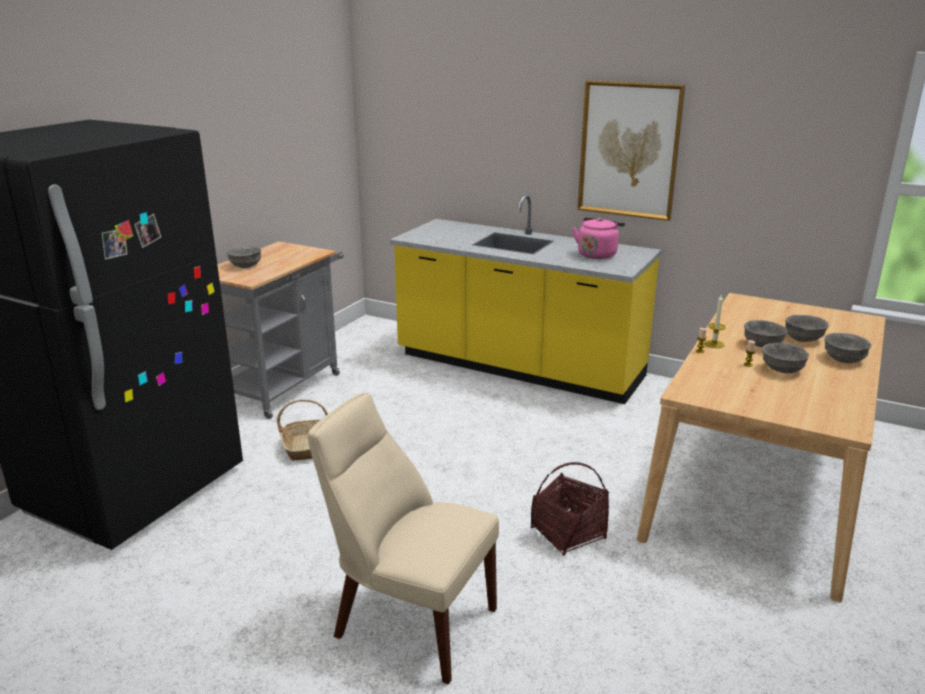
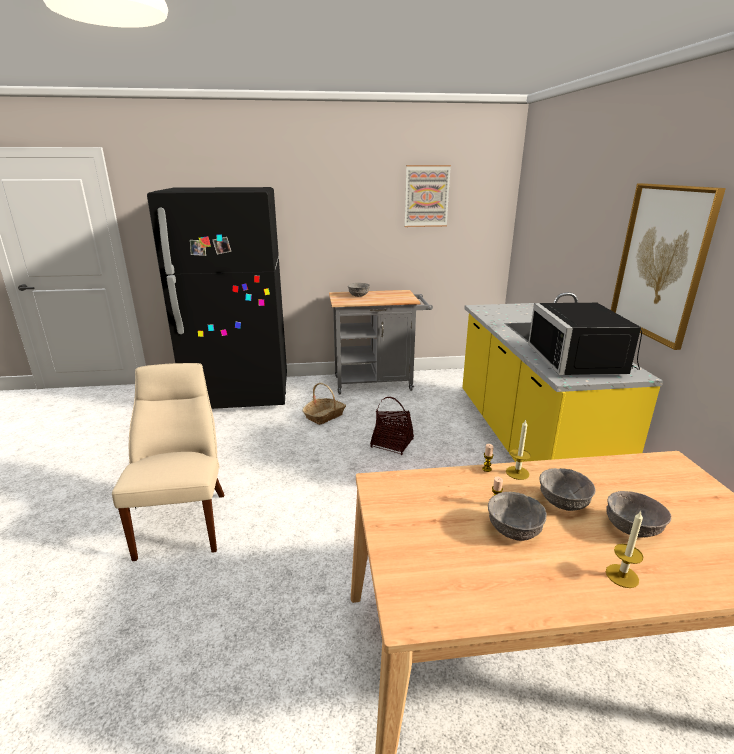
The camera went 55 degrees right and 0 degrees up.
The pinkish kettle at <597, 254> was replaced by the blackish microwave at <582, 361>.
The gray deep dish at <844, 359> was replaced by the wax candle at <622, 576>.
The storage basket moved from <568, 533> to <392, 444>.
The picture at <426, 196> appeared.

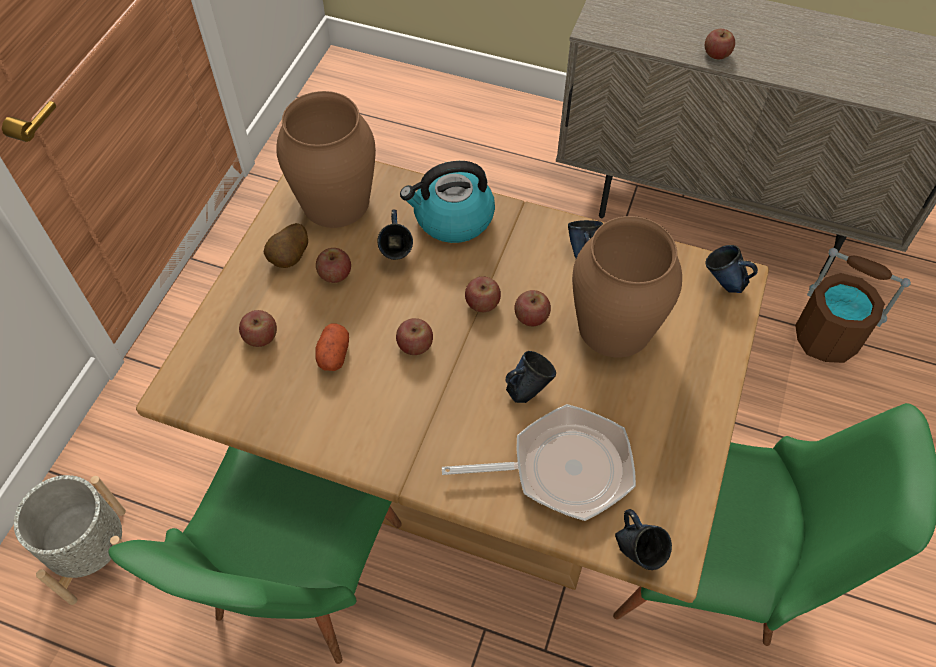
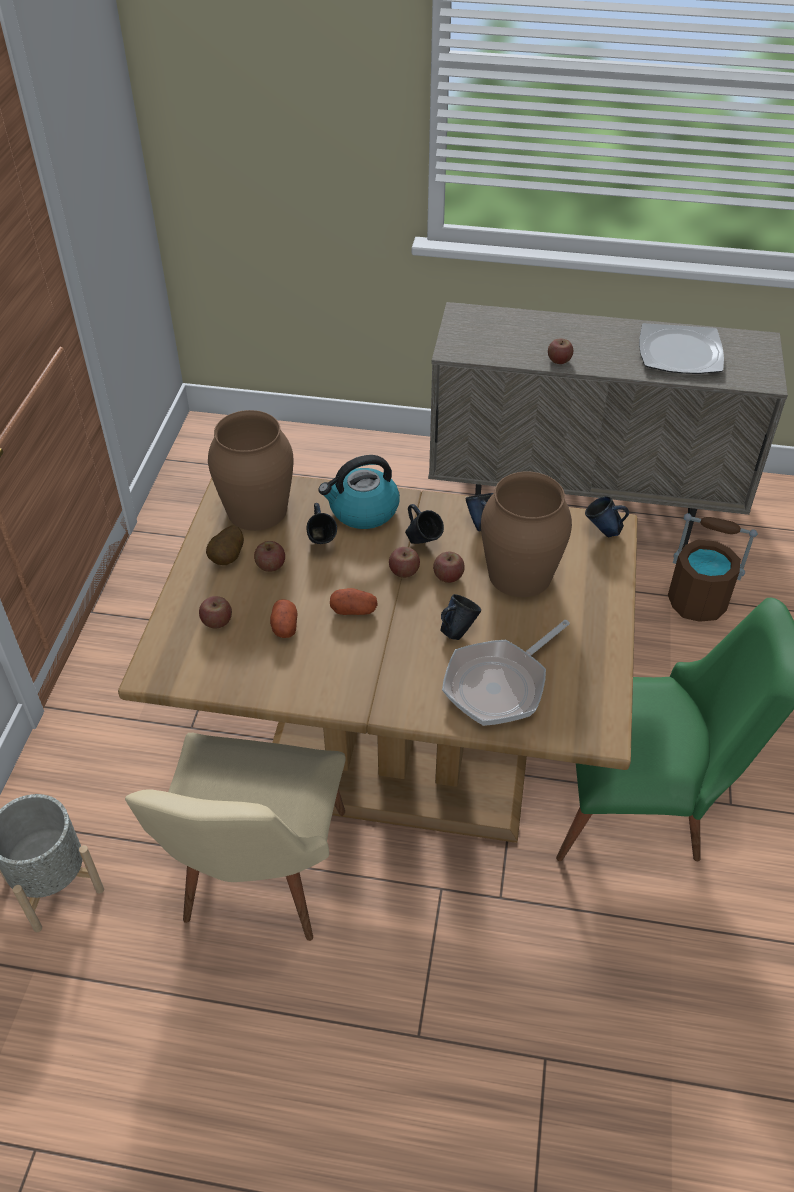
The camera went 10 degrees left and 10 degrees down.
The apple fruit at <415, 345> was replaced by the whole potato at <354, 610>.
The skillet at <562, 468> turned 150 degrees clockwise.
The green-coloured upright chair at <297, 587> became the sand-coloured upright chair at <257, 881>.
The bluish coffee mug moved from <636, 552> to <422, 543>.
The plate at <680, 352> appeared.

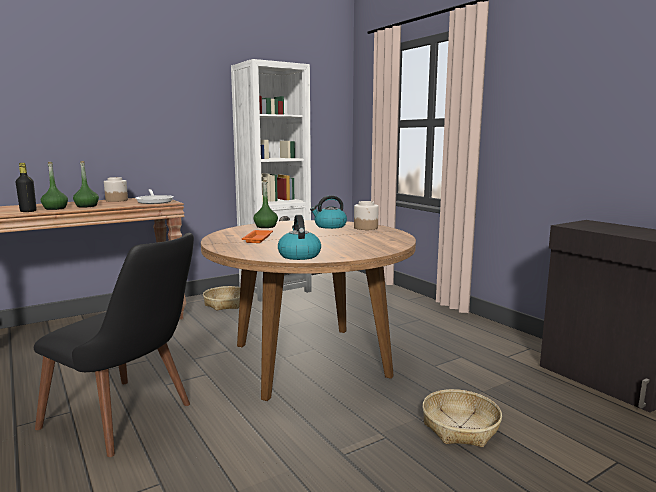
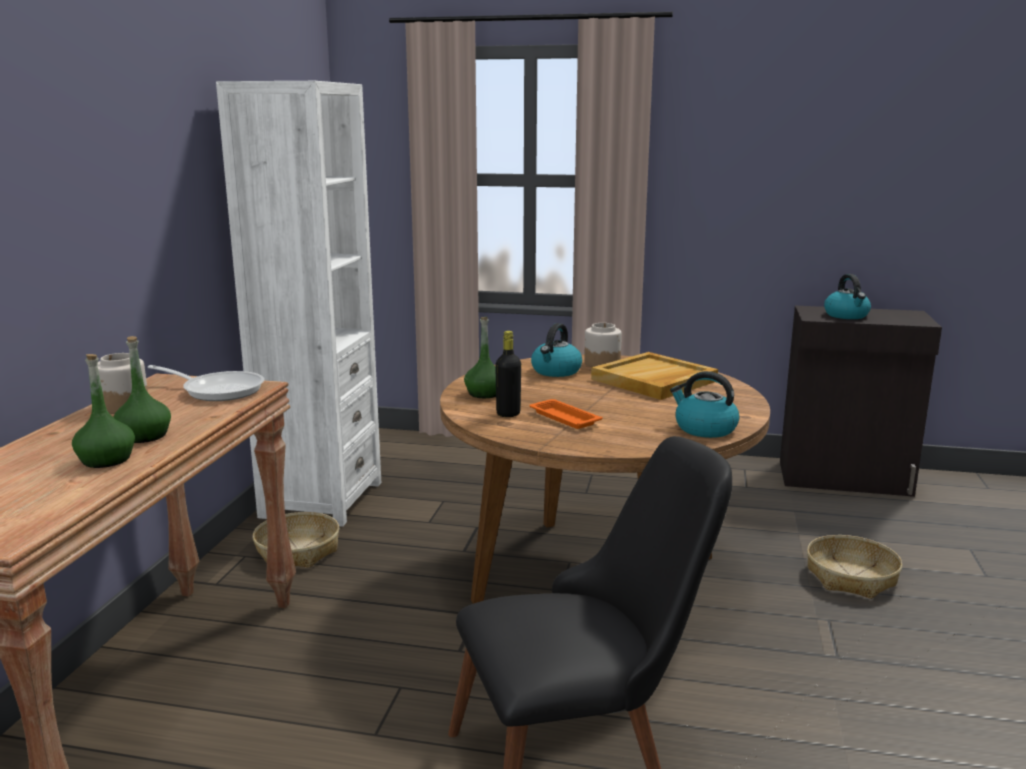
The camera went 45 degrees left and 5 degrees up.
The blackish drink bottle moved from <28, 211> to <508, 414>.
The kettle at <847, 315> appeared.
The sand-coloured tray at <654, 380> appeared.

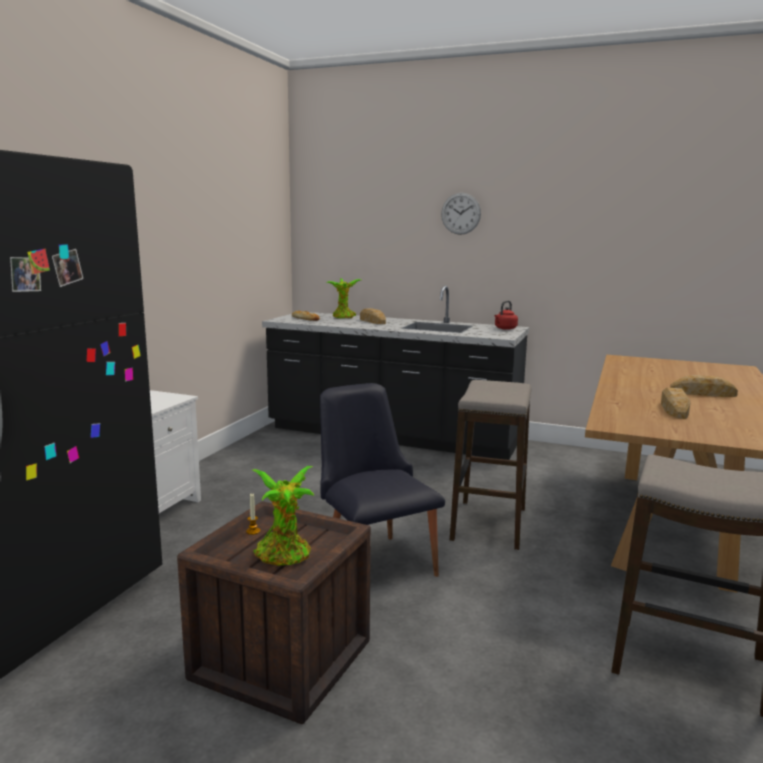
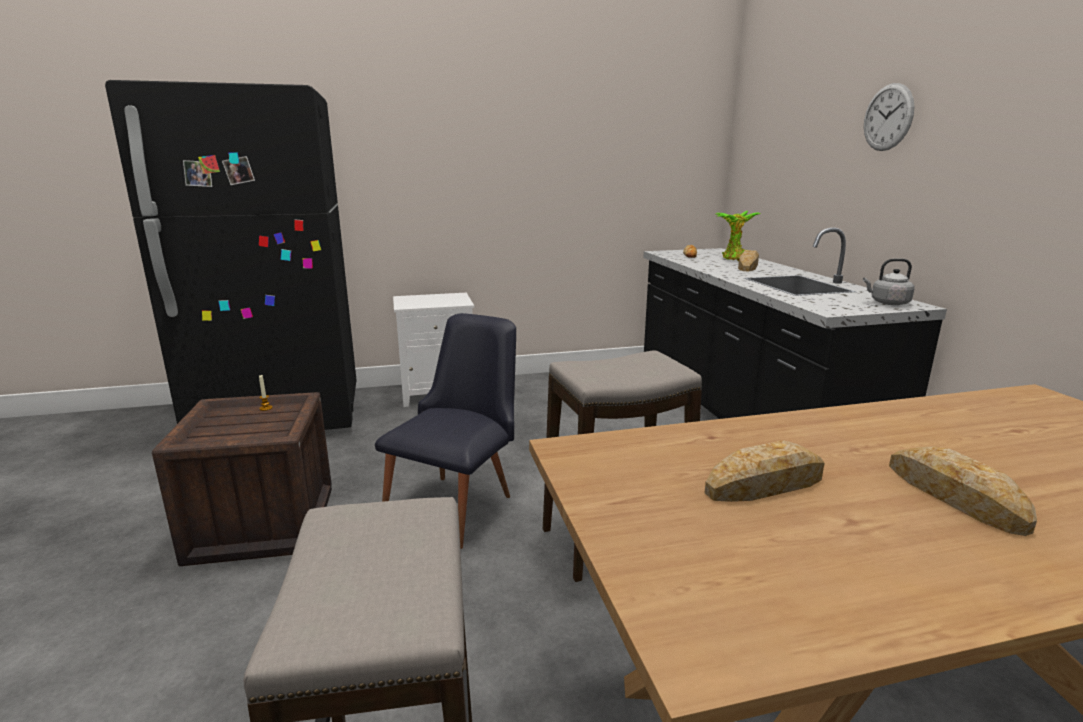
The camera went 55 degrees right and 5 degrees up.
The red-coloured kettle at <505, 328> became the gray kettle at <887, 303>.
The potted plant at <284, 556> disappeared.

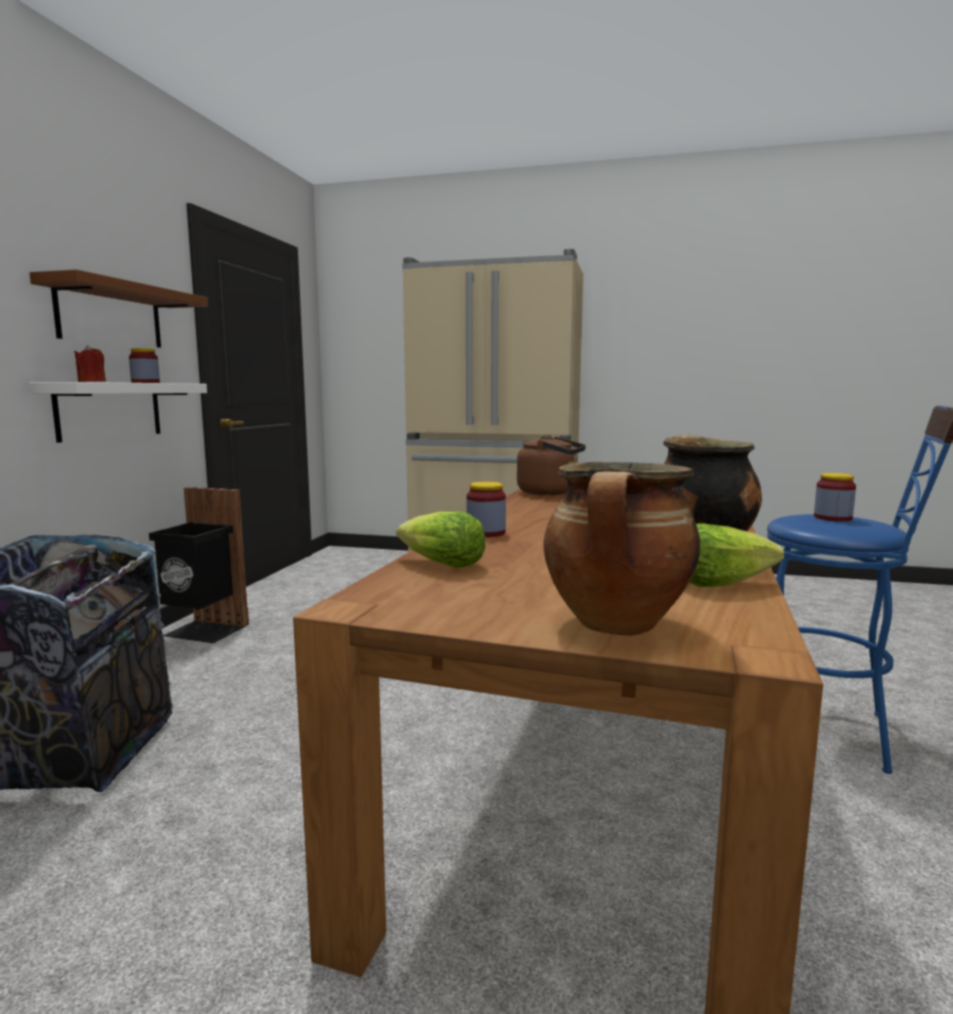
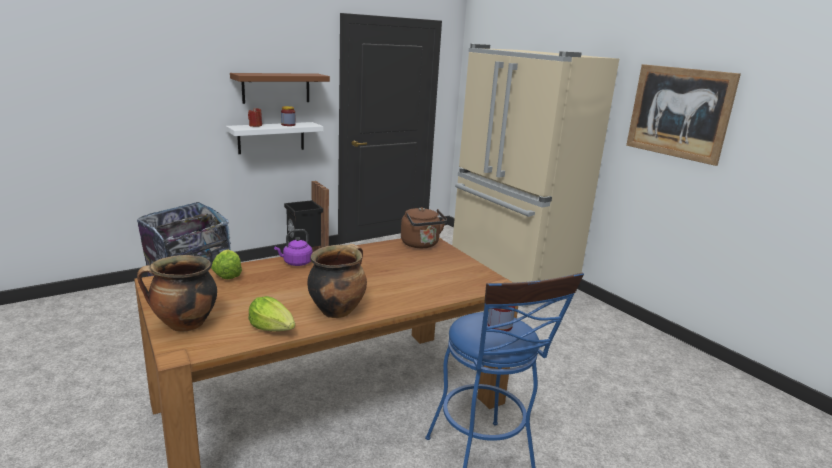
The camera went 40 degrees right and 10 degrees up.
The jar at <486, 533> was replaced by the purple-coloured kettle at <296, 263>.
The picture at <679, 112> appeared.

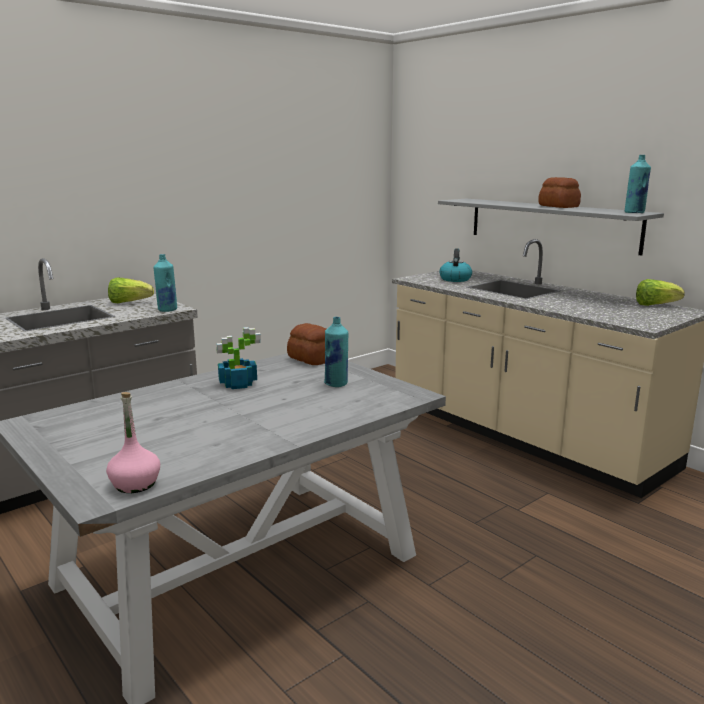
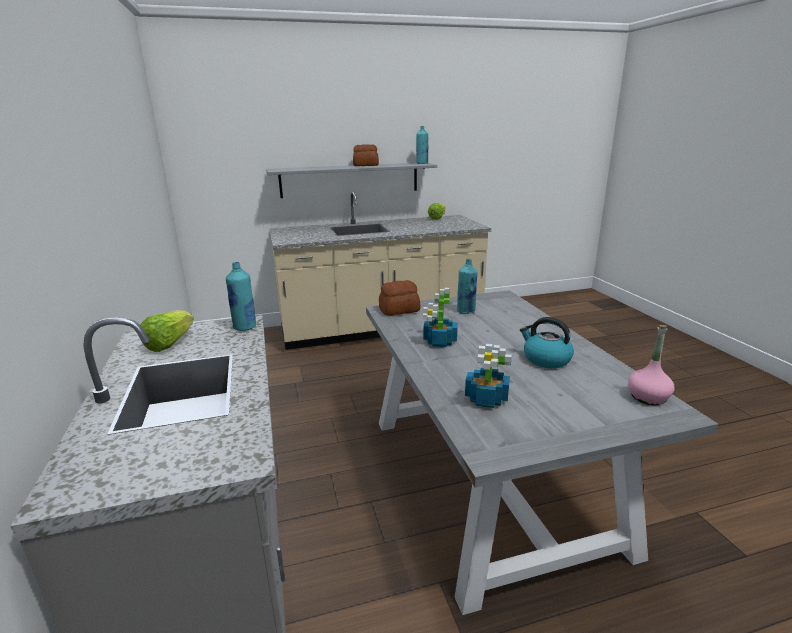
The camera went 65 degrees left and 5 degrees up.
The kettle moved from <455, 279> to <545, 359>.
The potted plant at <487, 398> appeared.

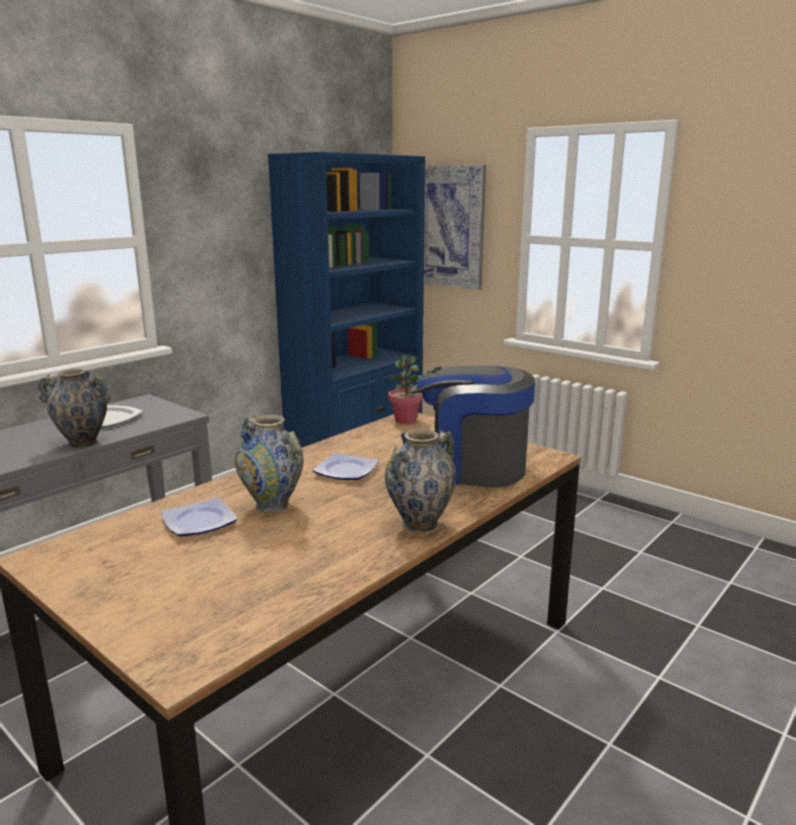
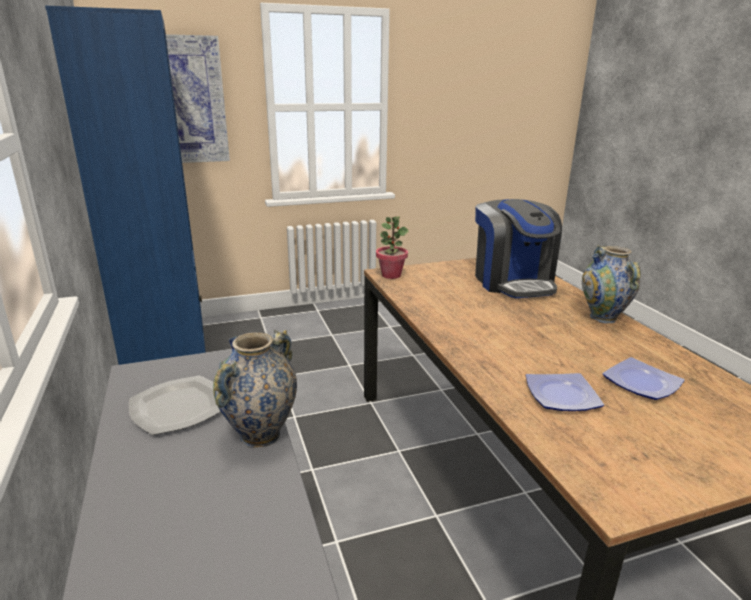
The camera went 60 degrees left and 5 degrees up.
The coffee machine at <469, 468> turned 60 degrees counterclockwise.
The vase at <272, 505> disappeared.
The plate moved from <346, 471> to <643, 383>.

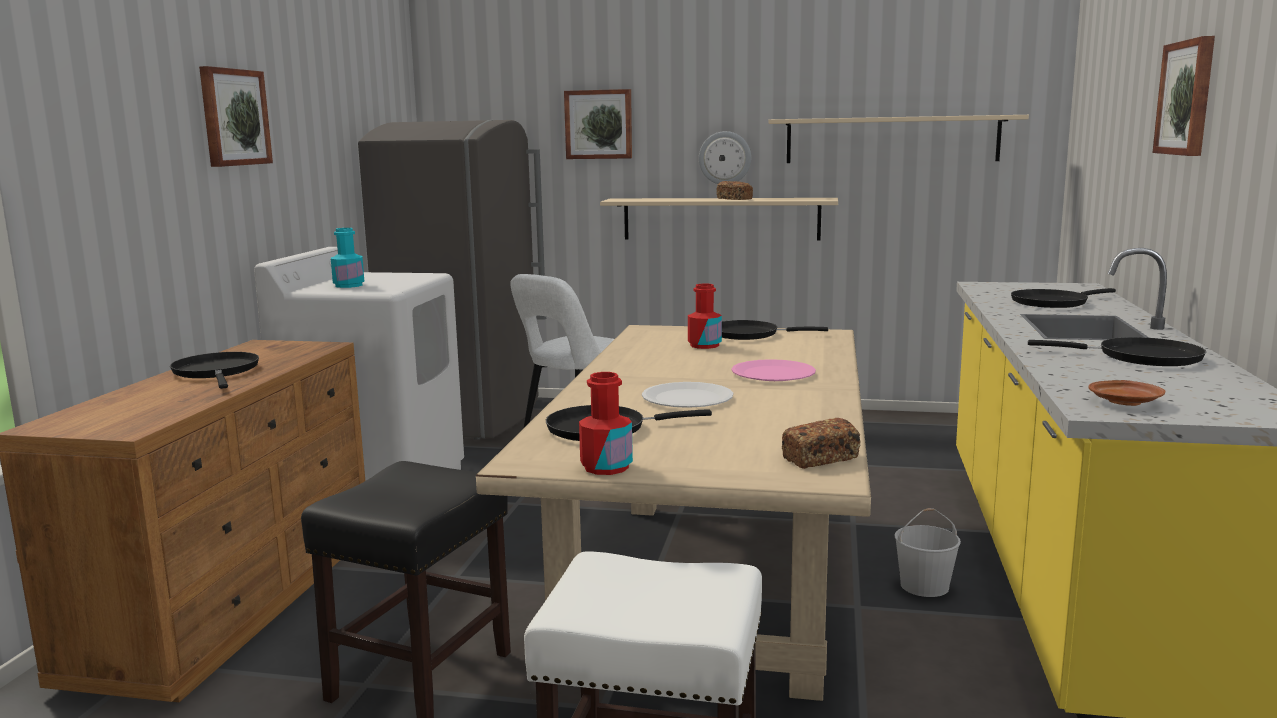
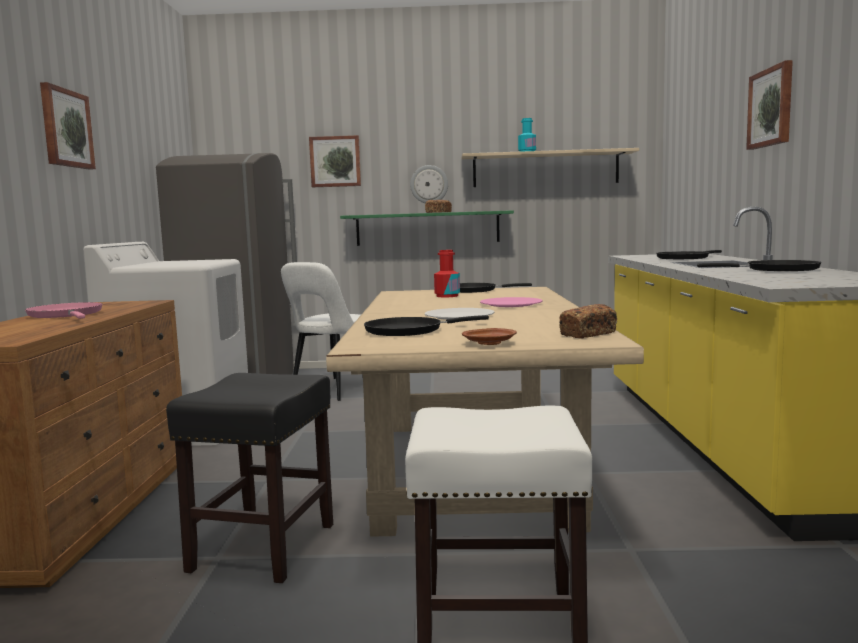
The camera went 10 degrees left and 5 degrees down.
The sand-coloured bracket shelf at <721, 219> became the green-coloured bracket shelf at <427, 228>.
The turquoise-coloured drink bottle moved from <349, 285> to <527, 152>.
The blackish skillet at <217, 372> became the pinkish skillet at <66, 315>.
The red-coloured drink bottle at <606, 467> disappeared.
The brown plate moved from <1125, 402> to <490, 343>.
The white water bucket at <924, 586> disappeared.

